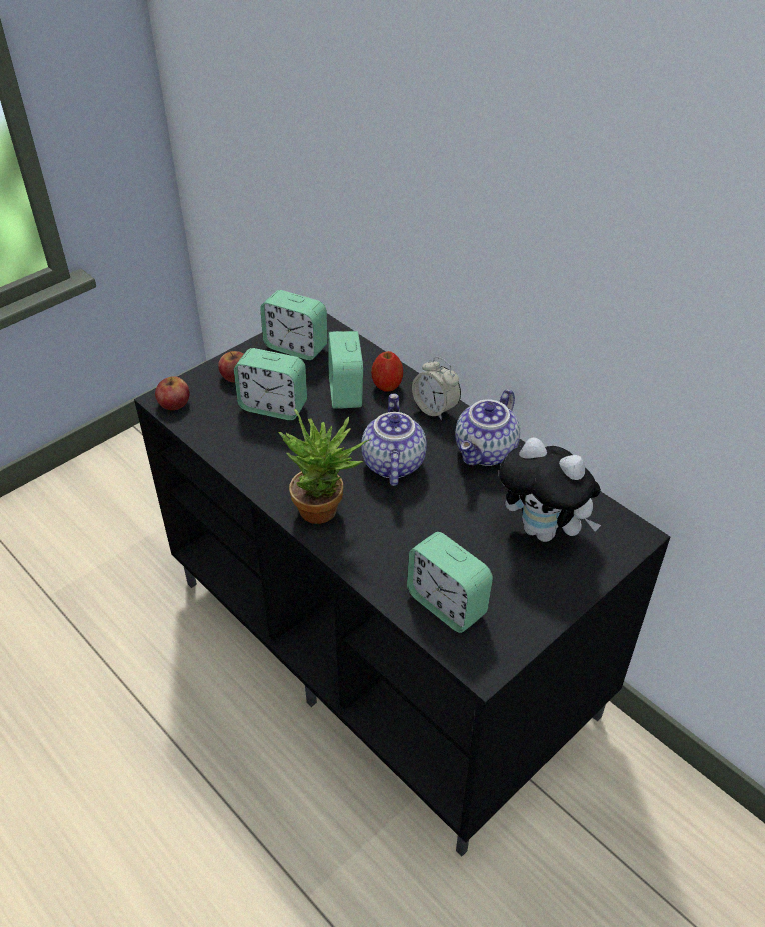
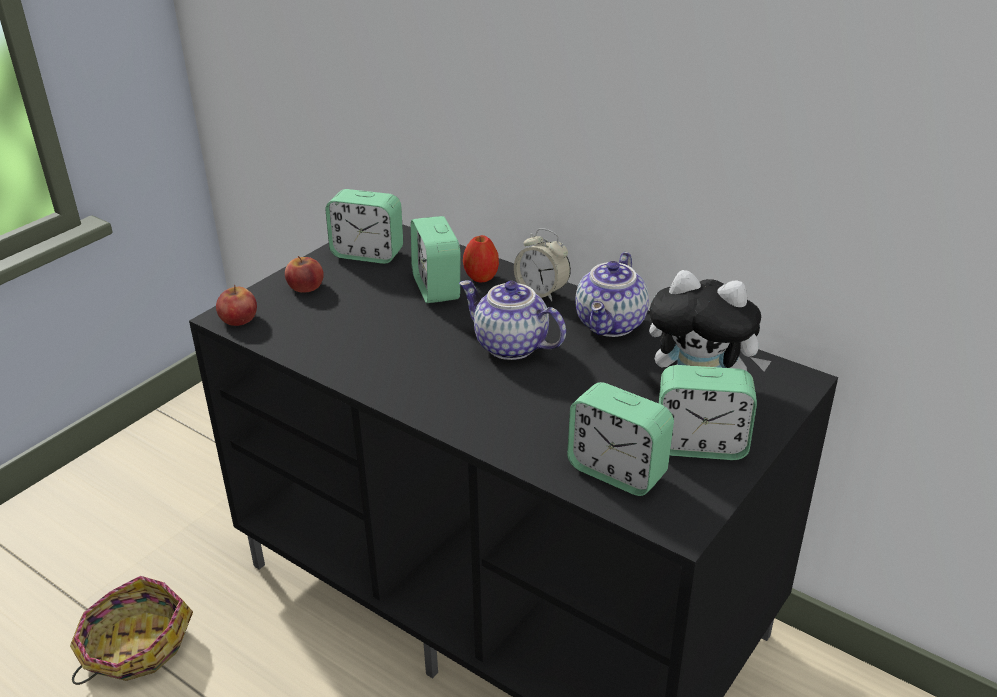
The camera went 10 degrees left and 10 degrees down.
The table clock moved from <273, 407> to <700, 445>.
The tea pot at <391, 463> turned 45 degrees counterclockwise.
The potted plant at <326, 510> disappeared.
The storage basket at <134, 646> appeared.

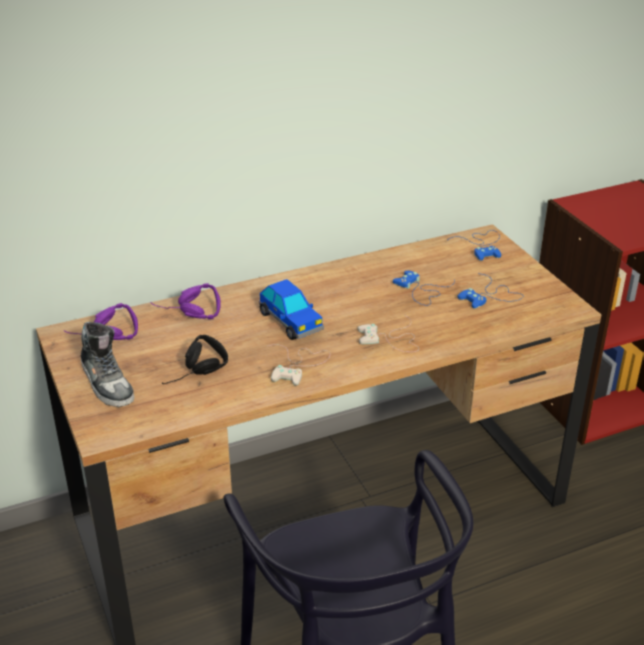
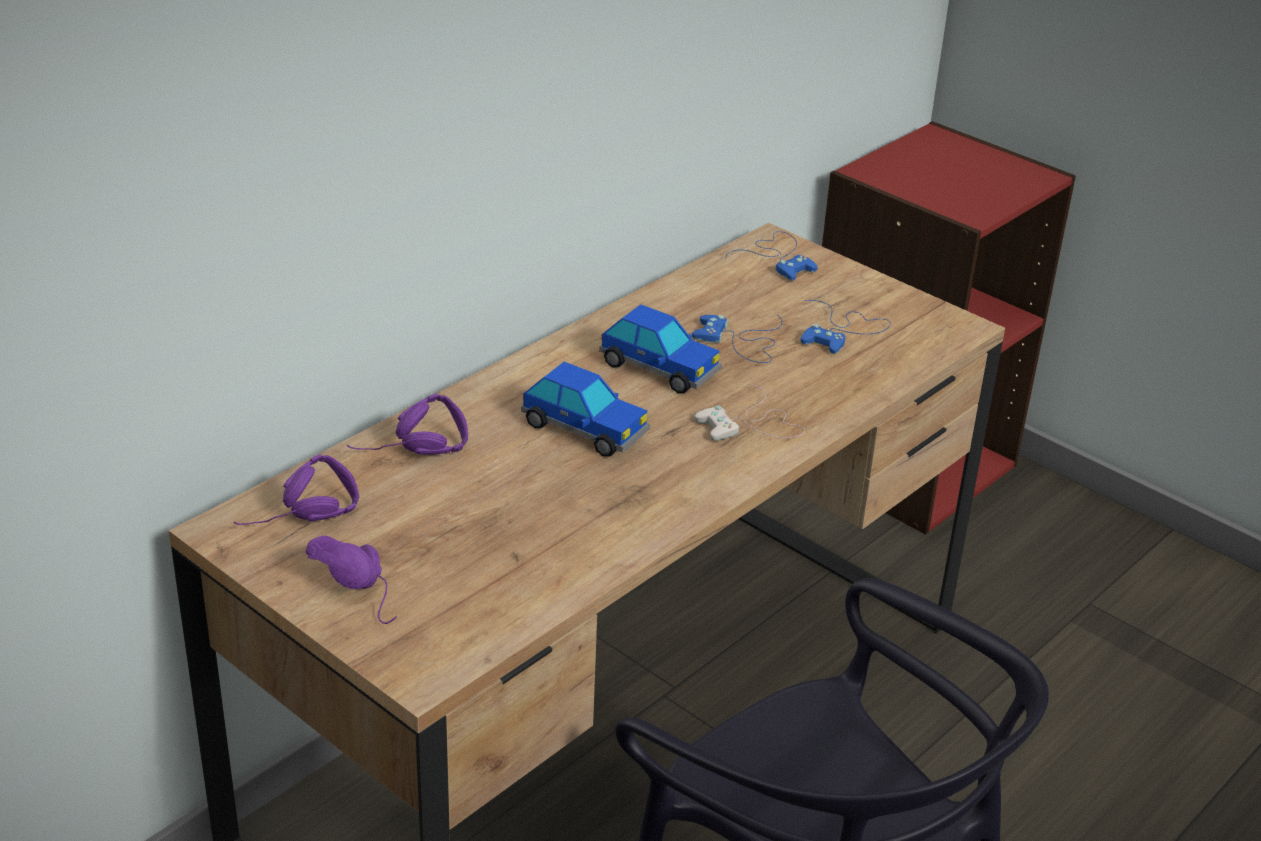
The camera went 25 degrees left and 0 degrees up.
The low shoe at <107, 382> was replaced by the purple-coloured headset at <366, 590>.
The blackish headset at <198, 375> disappeared.
The white game controller at <298, 365> disappeared.
The toy car at <659, 368> appeared.

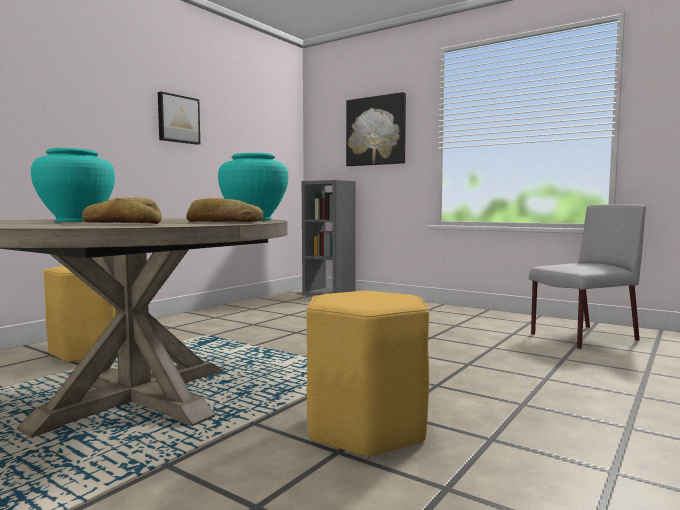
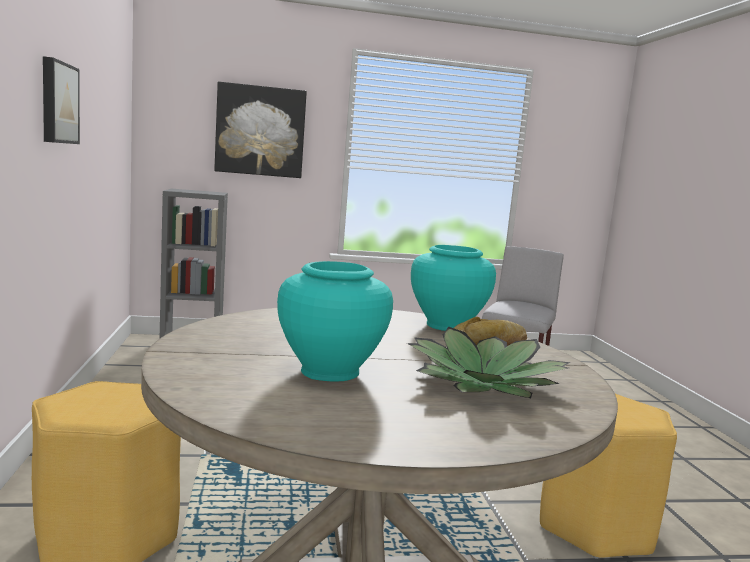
The camera went 45 degrees left and 5 degrees up.
The bread at <123, 223> was replaced by the potted plant at <484, 382>.

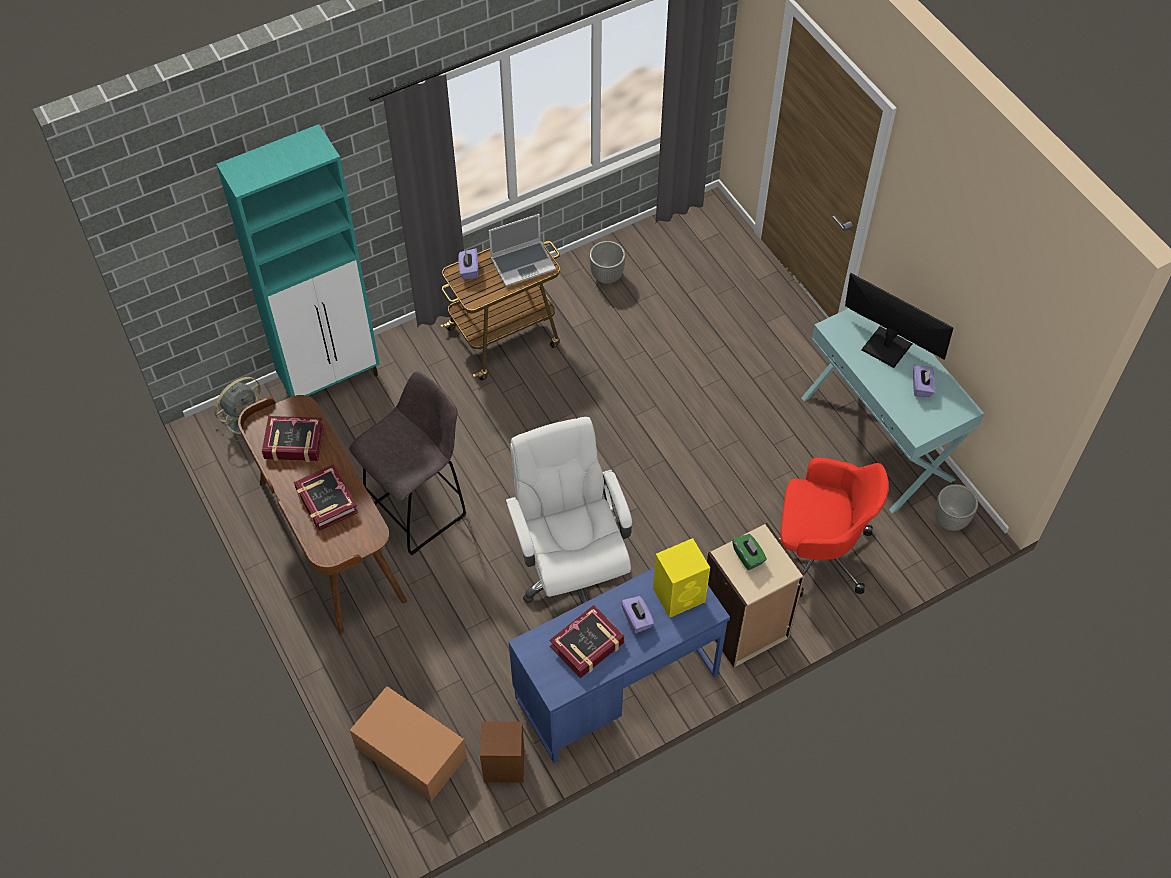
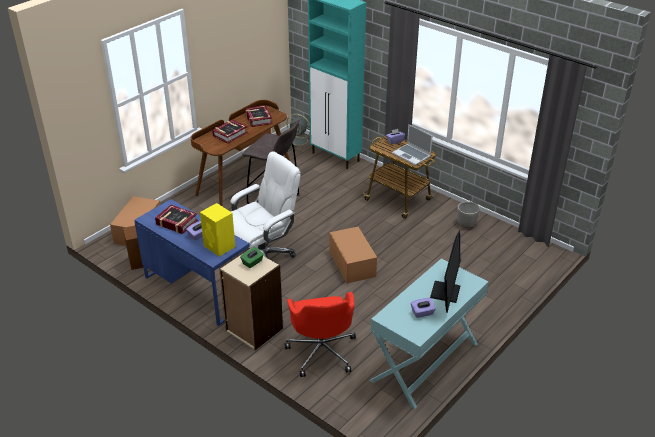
The camera went 70 degrees right and 20 degrees down.
The flower pot at <950, 521> disappeared.
The packing box at <352, 264> appeared.

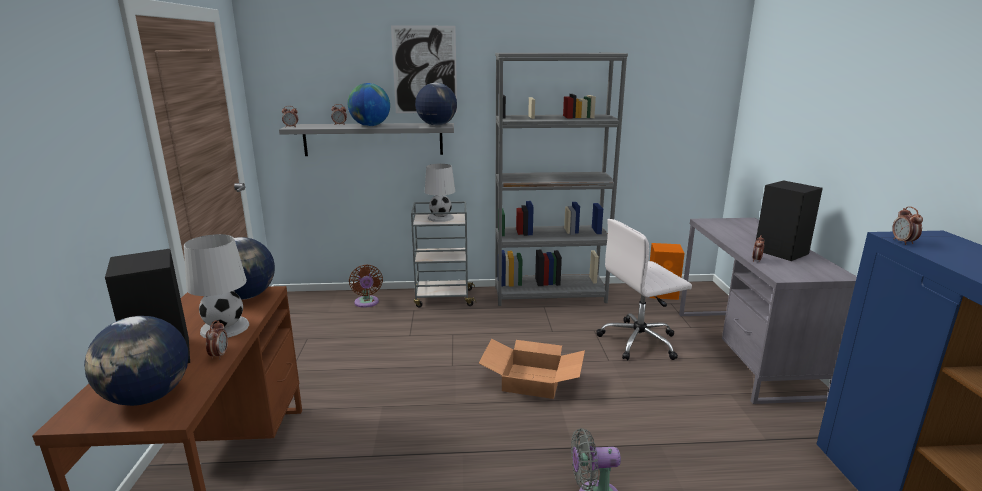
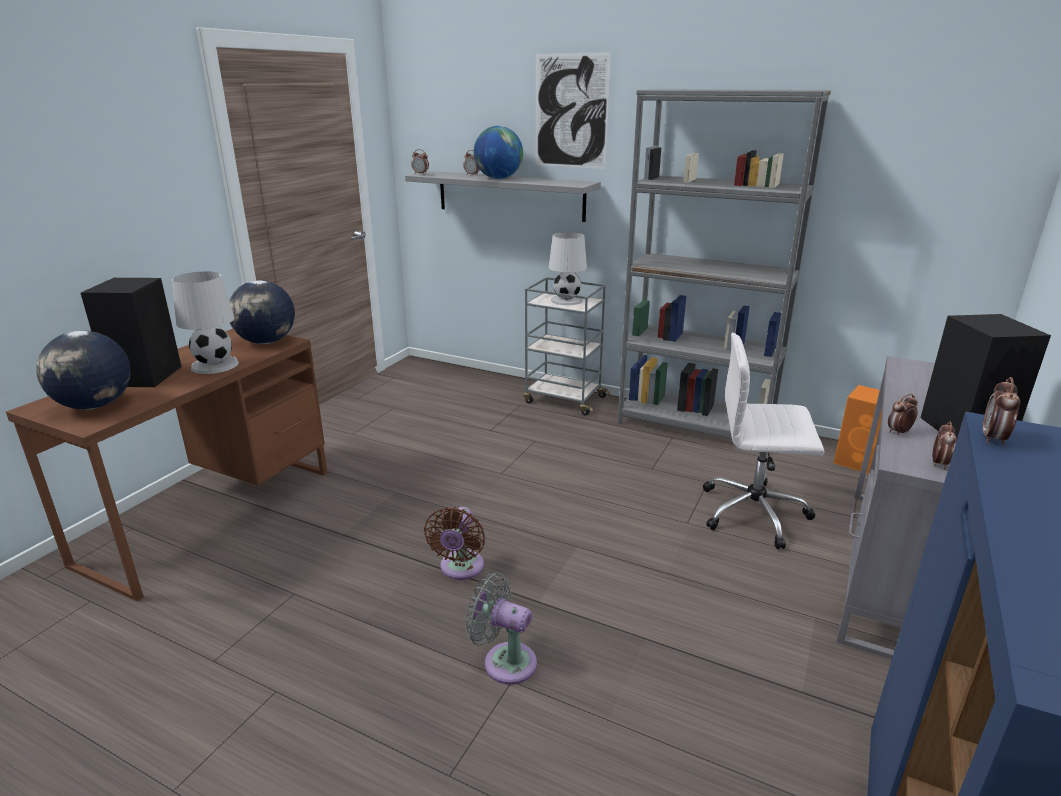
The camera went 30 degrees right and 5 degrees up.
The desk globe at <436, 125> disappeared.
The brown cooling fan moved from <367, 303> to <460, 569>.
The table clock moved from <219, 355> to <939, 463>.
The packing box at <533, 380> disappeared.

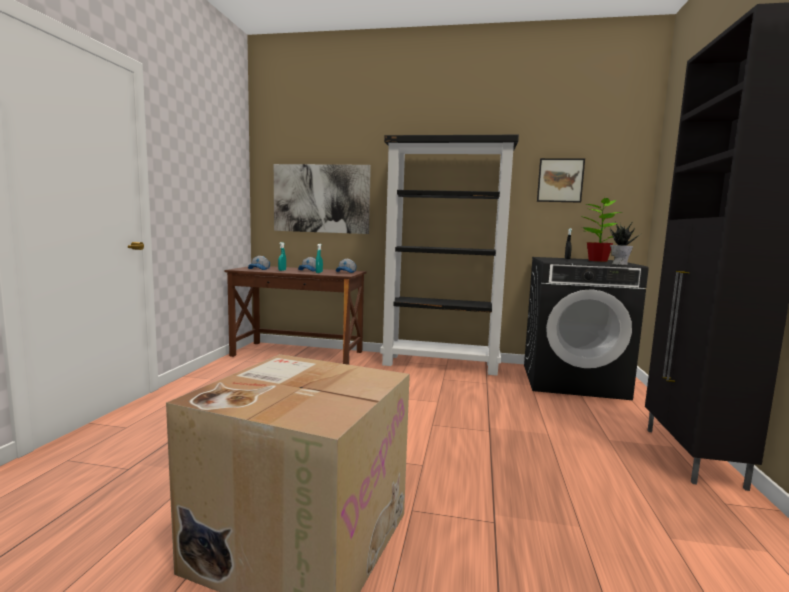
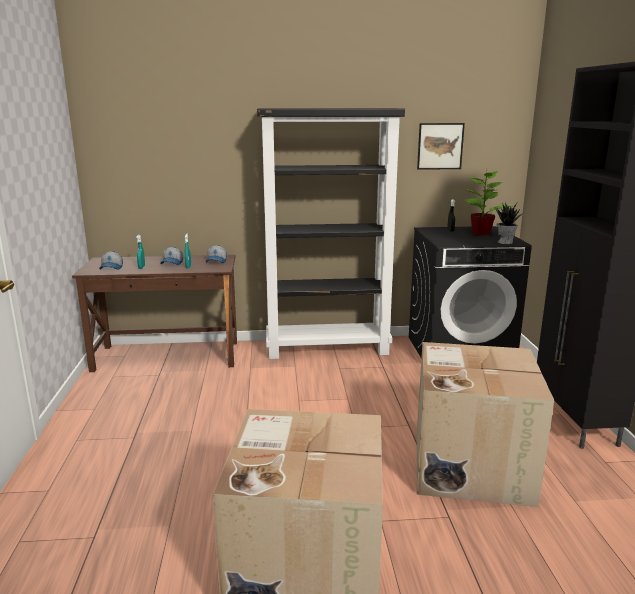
The camera went 15 degrees left and 10 degrees up.
The picture at <321, 198> disappeared.
The packing box at <469, 464> appeared.

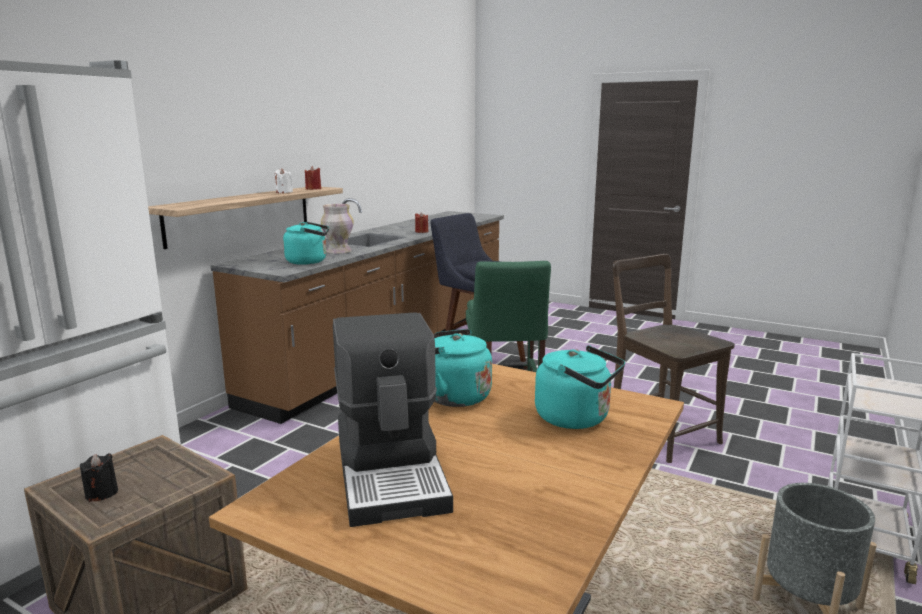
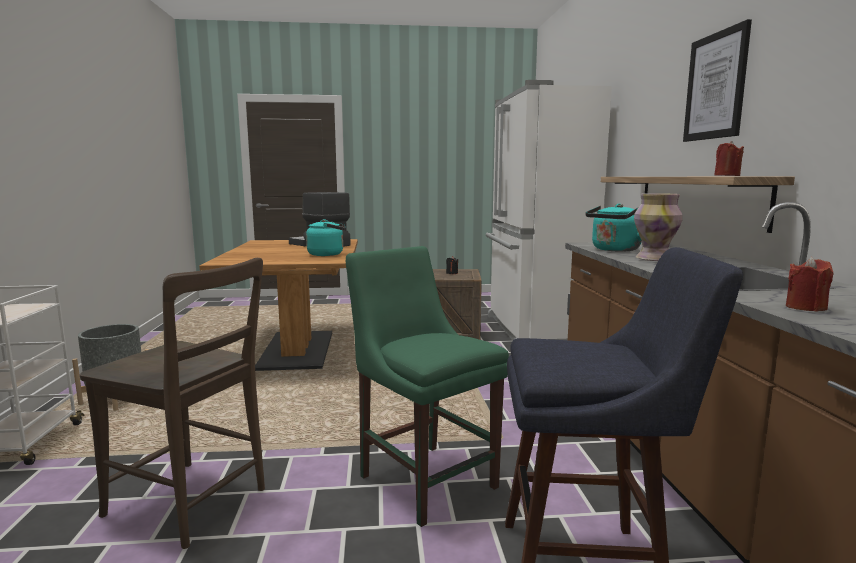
The camera went 145 degrees right and 5 degrees down.
The white wax candle at <284, 192> disappeared.
The turquoise-coloured kettle at <577, 418> disappeared.
The picture at <716, 86> appeared.

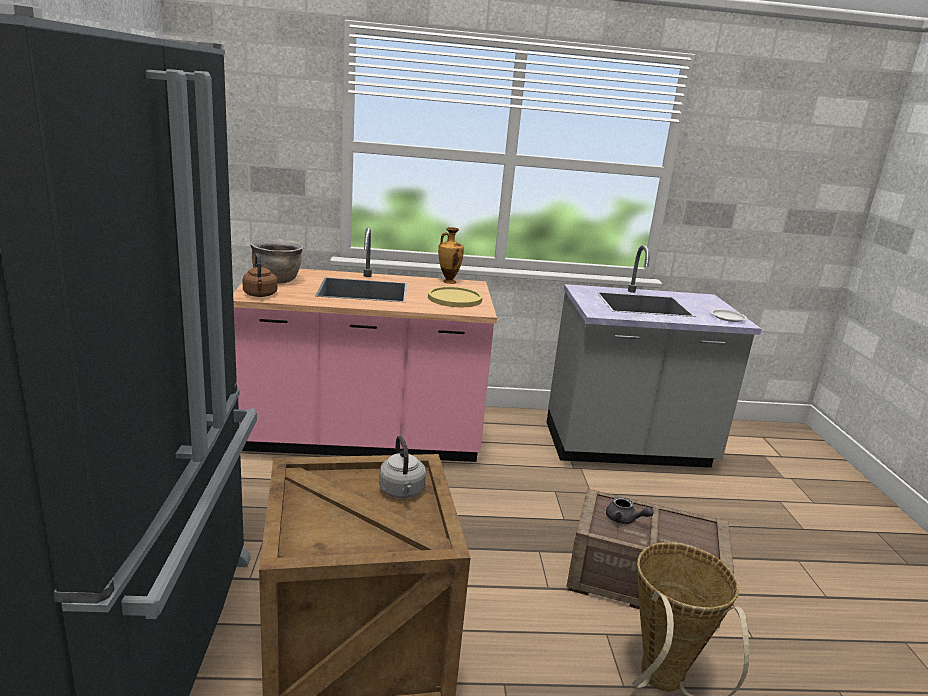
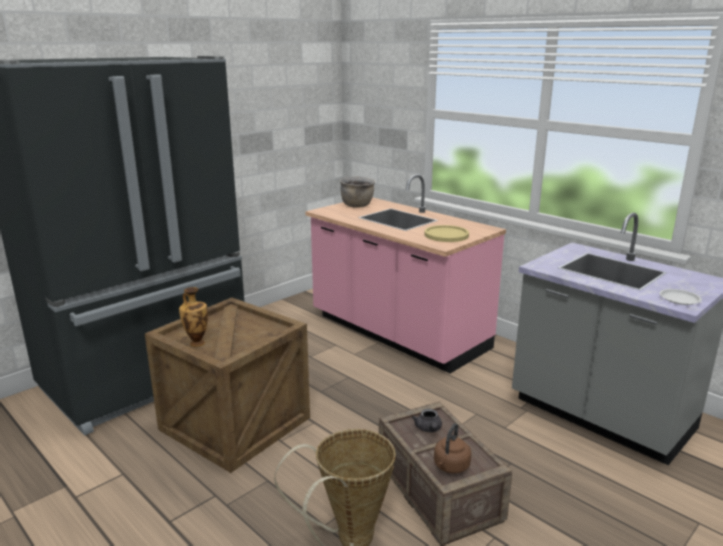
The camera went 50 degrees right and 0 degrees up.
The vase moved from <448, 281> to <197, 343>.
The brown kettle moved from <260, 295> to <450, 467>.
The gray kettle at <402, 492> disappeared.

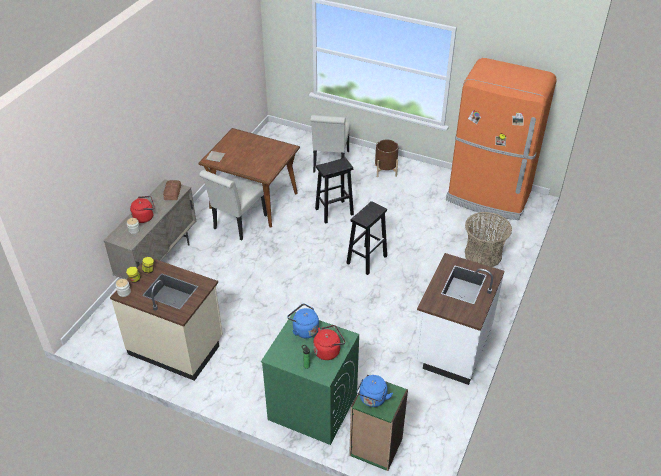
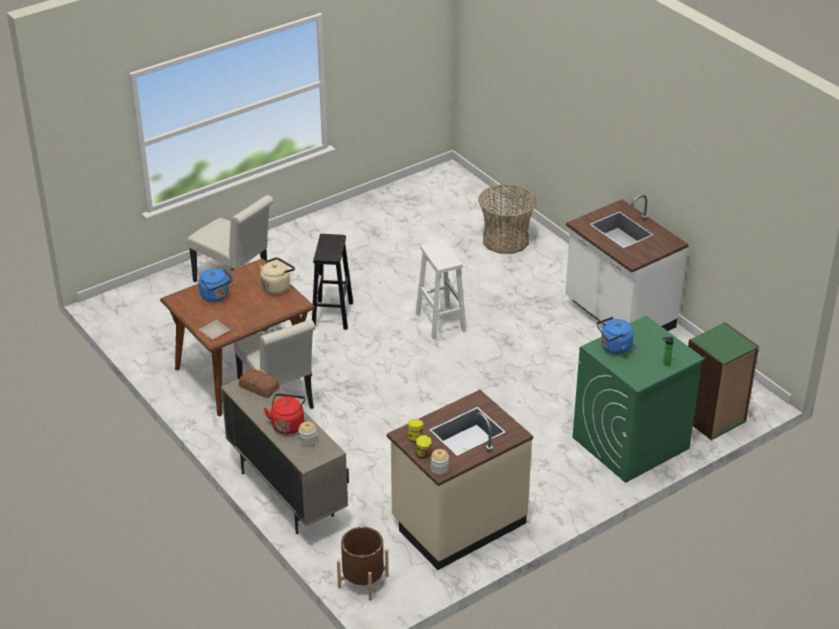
The camera went 60 degrees left and 5 degrees down.
The orange kitchen fridge at <488, 197> disappeared.
The brown flower pot moved from <385, 170> to <363, 581>.
The blackish sitting stool at <367, 259> became the white sitting stool at <440, 321>.
The red-coloured kettle at <328, 351> disappeared.
The bluish kettle moved from <372, 399> to <216, 296>.
The sand-coloured kettle at <277, 286> appeared.

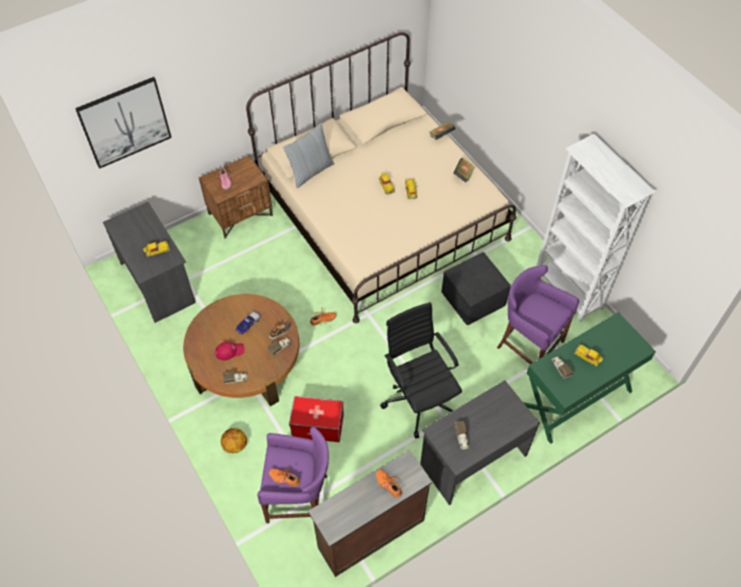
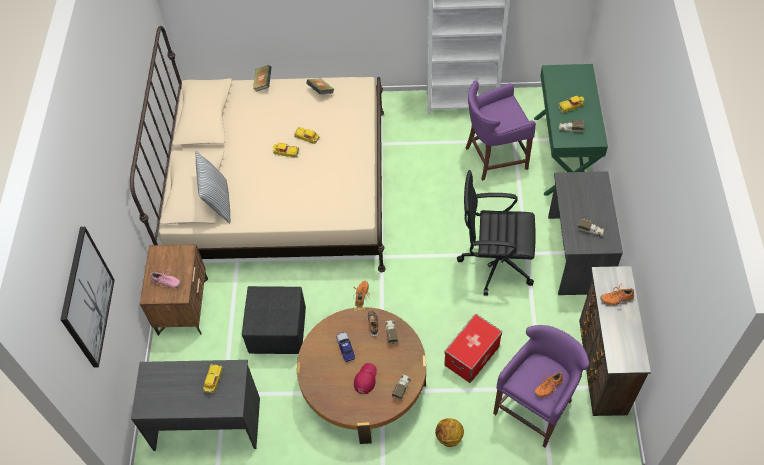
The camera went 55 degrees left and 0 degrees up.
The blackish footrest moved from <472, 300> to <277, 332>.

